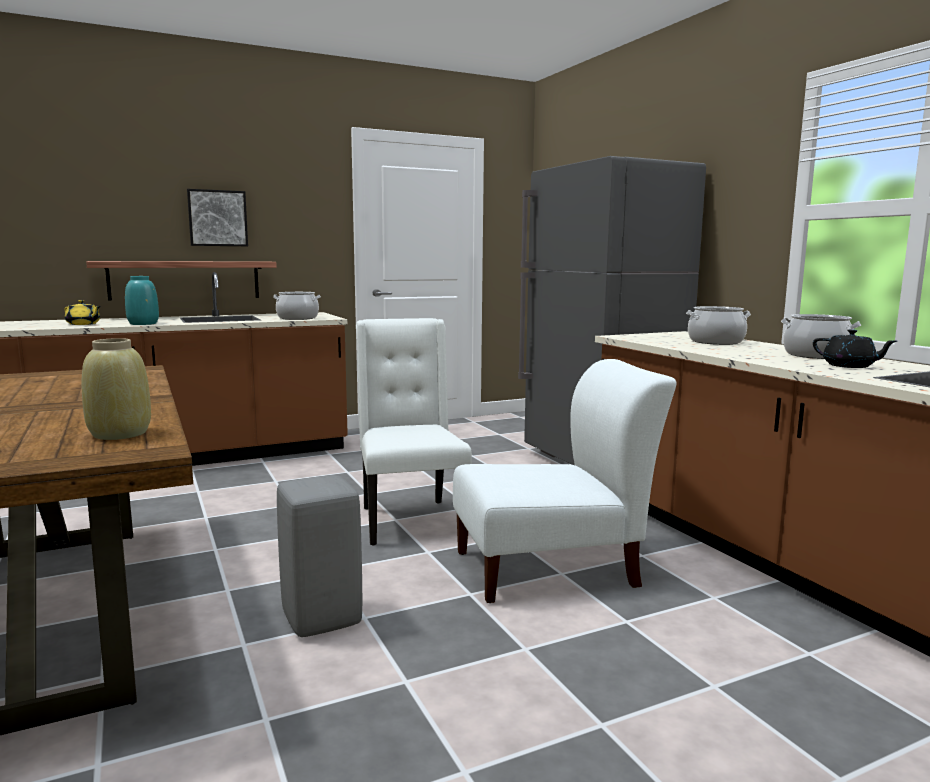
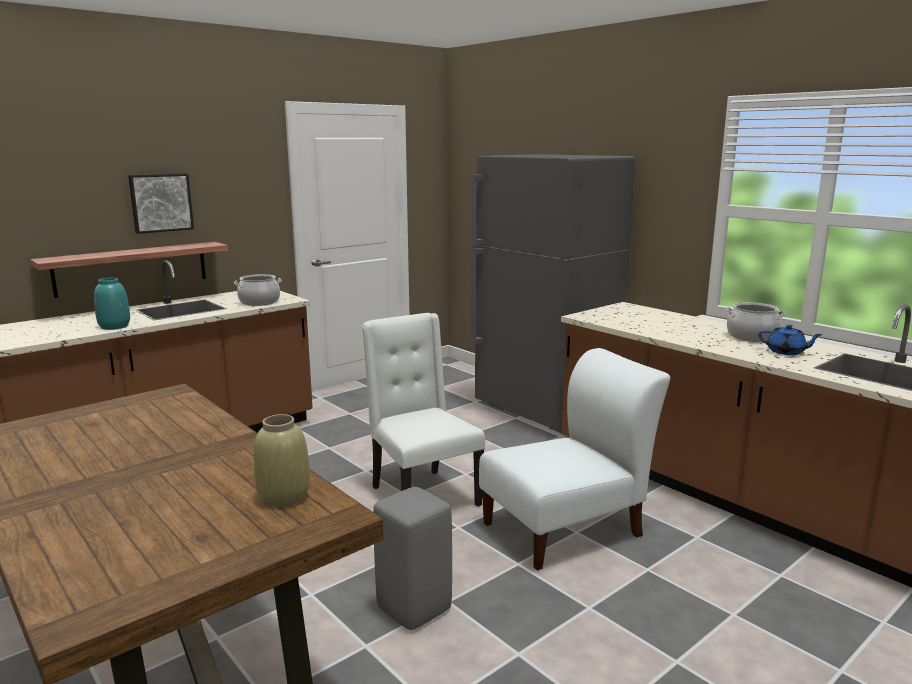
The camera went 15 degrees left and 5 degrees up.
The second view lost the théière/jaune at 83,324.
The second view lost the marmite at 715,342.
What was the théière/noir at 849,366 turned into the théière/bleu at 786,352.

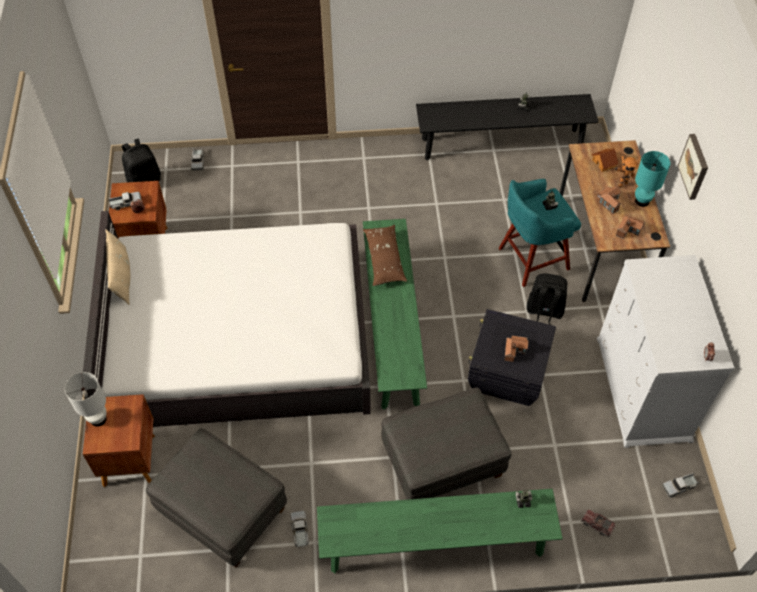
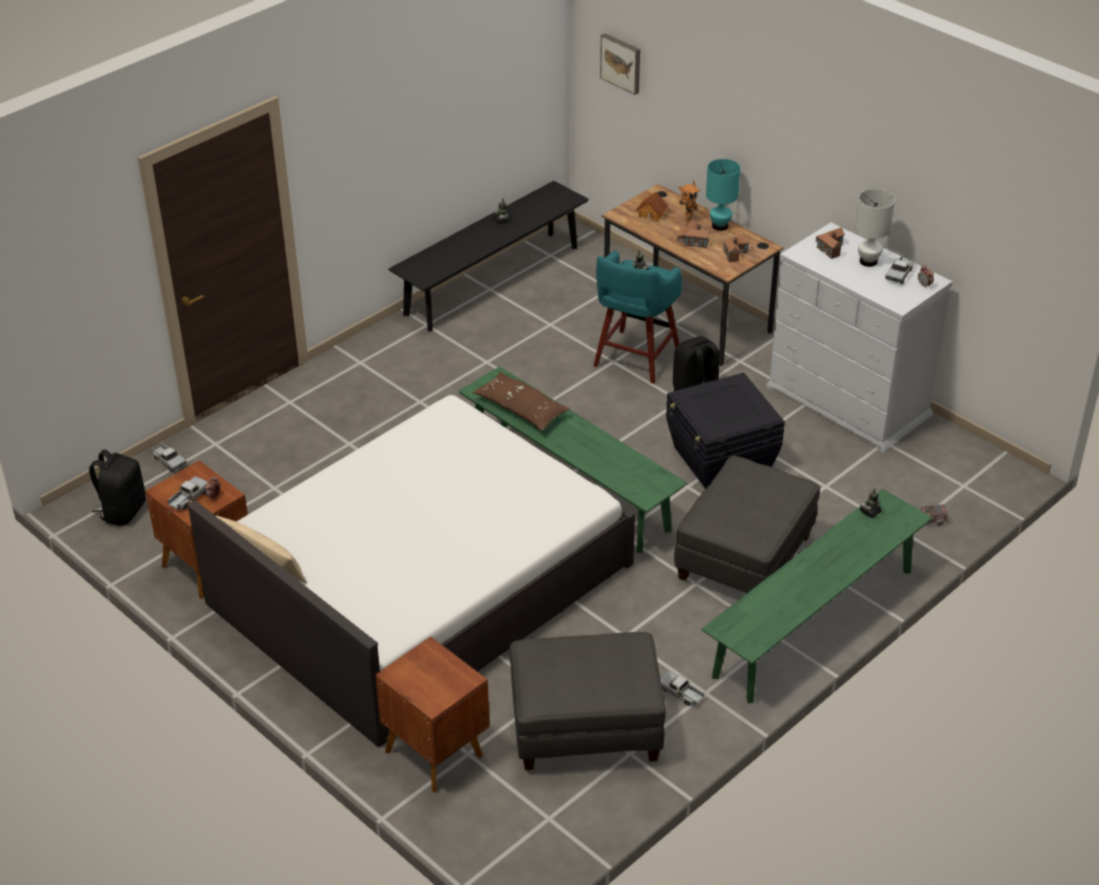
The camera went 40 degrees left and 15 degrees down.
The tableau ended up elsewhere, having gone from 695,166 to 622,63.
The maison miniature ended up elsewhere, having gone from 515,350 to 830,247.
The lampe de table/blanc ended up elsewhere, having gone from 98,419 to 868,261.
The camion jouet ended up elsewhere, having gone from 679,486 to 899,274.

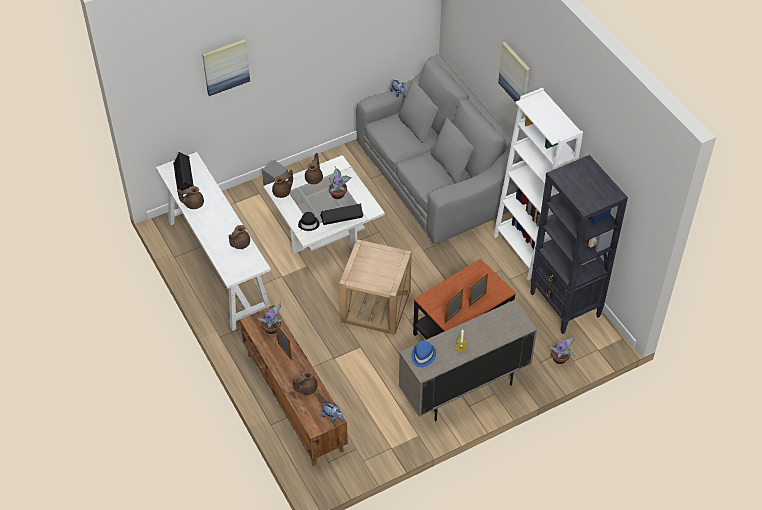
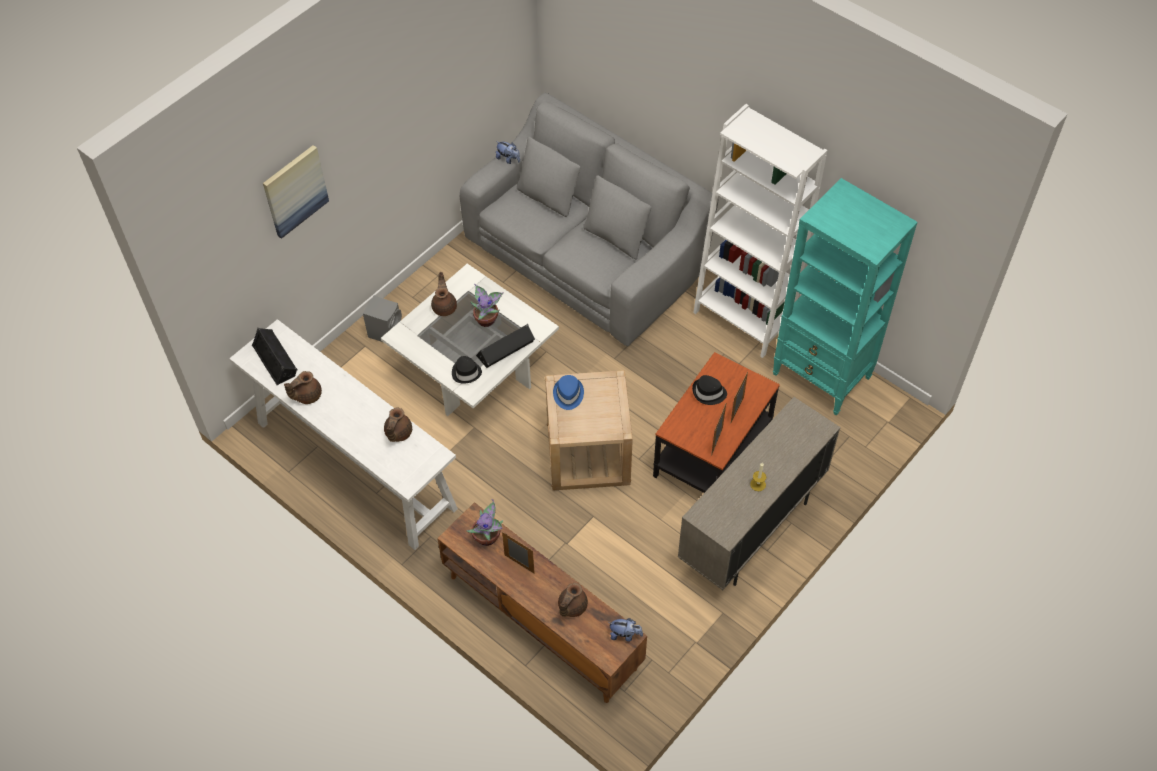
The camera went 20 degrees left and 5 degrees up.
The second view lost the tableau at 515,75.
What was the bibliothèque/noir at 565,305 turned into the bibliothèque/turquoise at 822,376.
The second view lost the théière/marron at 282,192.
The second view lost the plante en pot at 560,359.
The chapeau/bleu ended up elsewhere, having gone from 422,356 to 568,394.
The second view gained the chapeau/noir at 709,393.

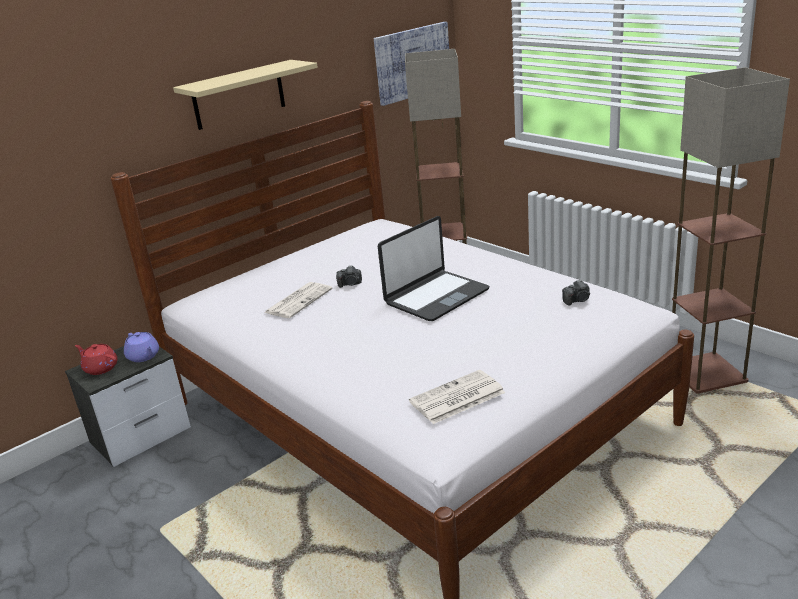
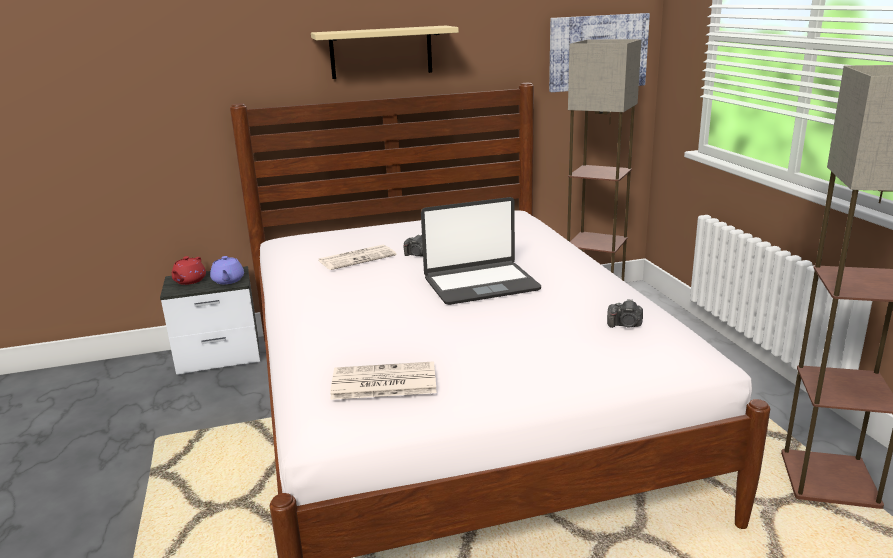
The camera went 25 degrees right and 5 degrees down.
The théière/rouge at 100,368 ended up facing another way, 135 degrees counterclockwise from before.

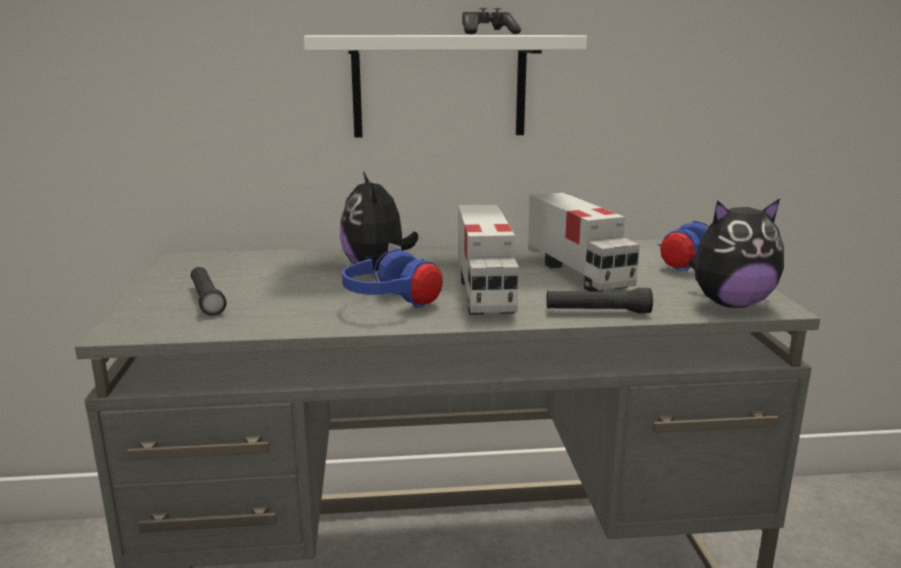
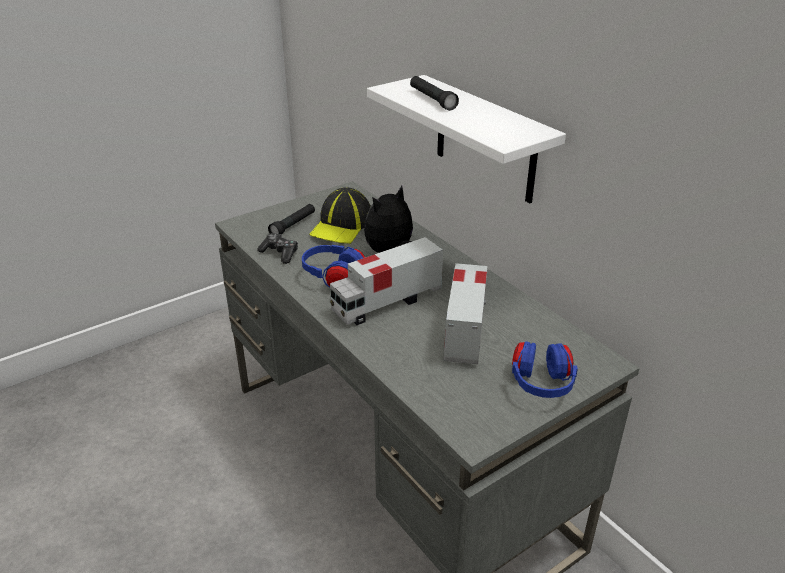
The camera went 60 degrees right and 15 degrees up.
The manette ended up elsewhere, having gone from 488,34 to 280,253.
The camion jouet at 578,272 ended up facing another way, 150 degrees clockwise from before.
The second view lost the peluche at 730,303.
The lampe de poche/noir ended up elsewhere, having gone from 597,311 to 432,99.
The second view gained the casquette at 342,225.

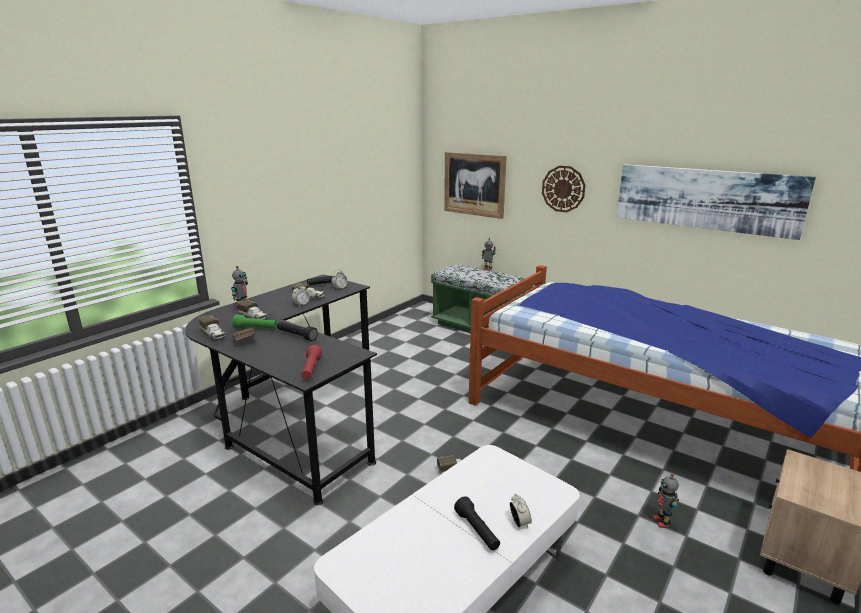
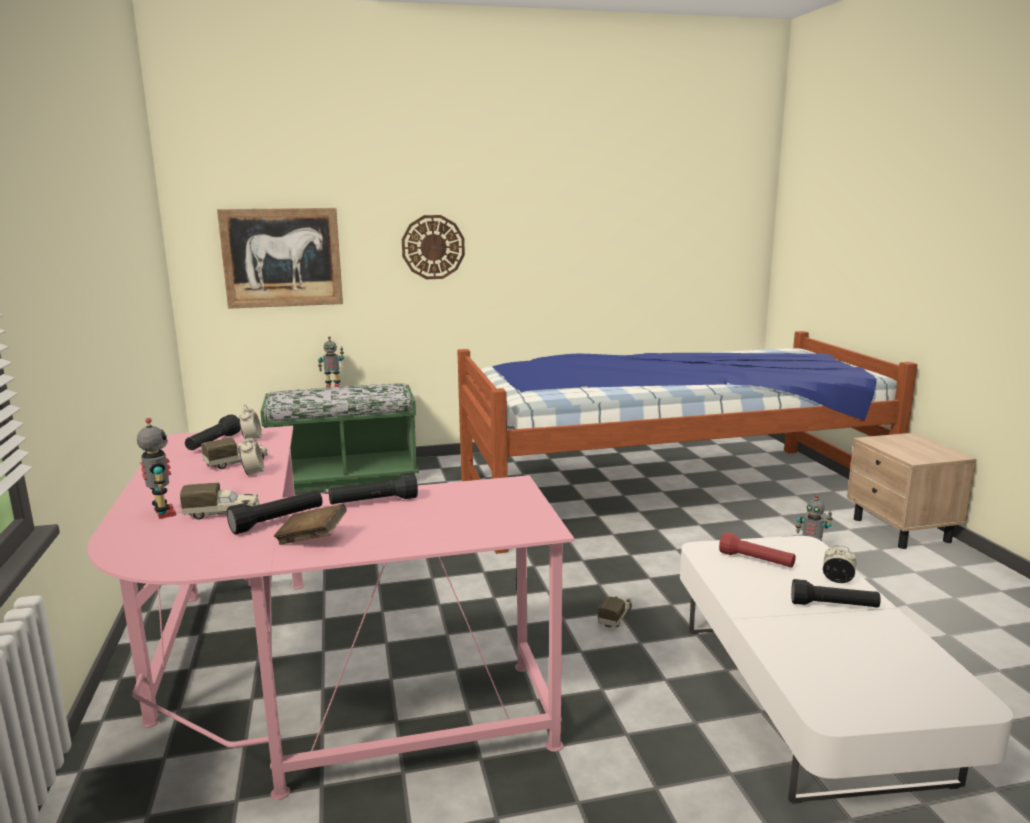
The camera went 50 degrees left and 5 degrees down.
The second view lost the tableau at 706,199.
What was the bureau/noir at 294,416 turned into the bureau/rose at 304,690.
What was the lampe de poche/vert at 256,328 turned into the lampe de poche/noir at 278,521.
The second view lost the camion jouet at 213,335.
The lampe de poche/rouge ended up elsewhere, having gone from 311,369 to 756,561.

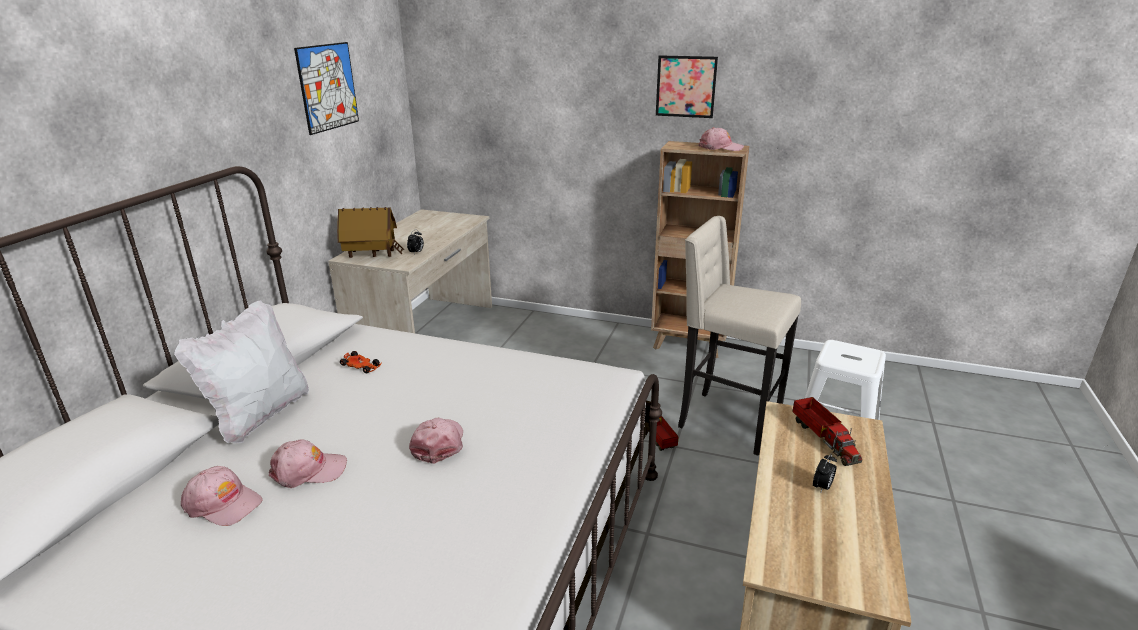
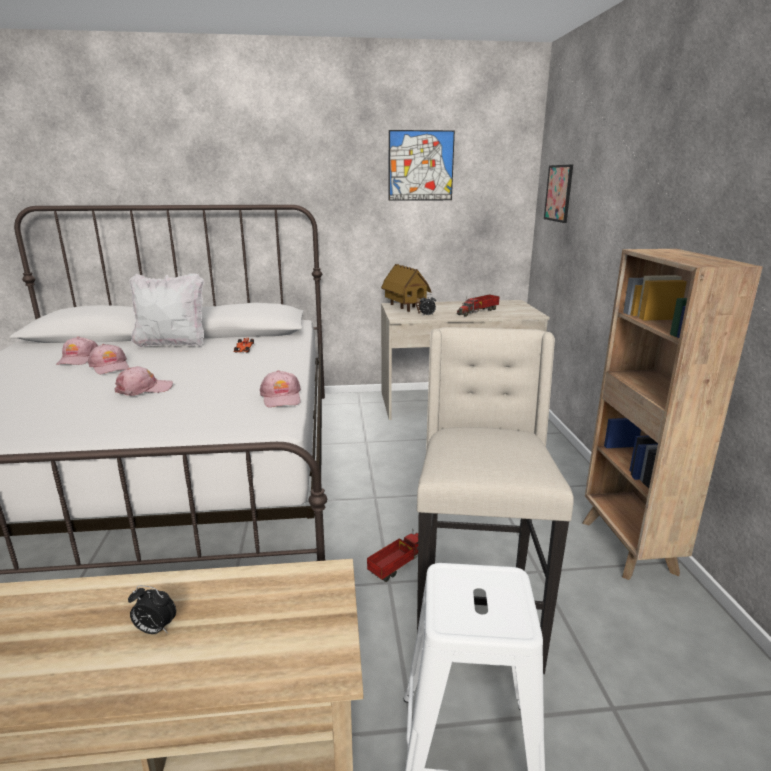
The camera went 65 degrees right and 5 degrees down.
The tableau ended up elsewhere, having gone from 686,86 to 558,193.
The casquette/rose ended up elsewhere, having gone from 720,148 to 281,397.
The camion jouet ended up elsewhere, having gone from 824,438 to 478,311.

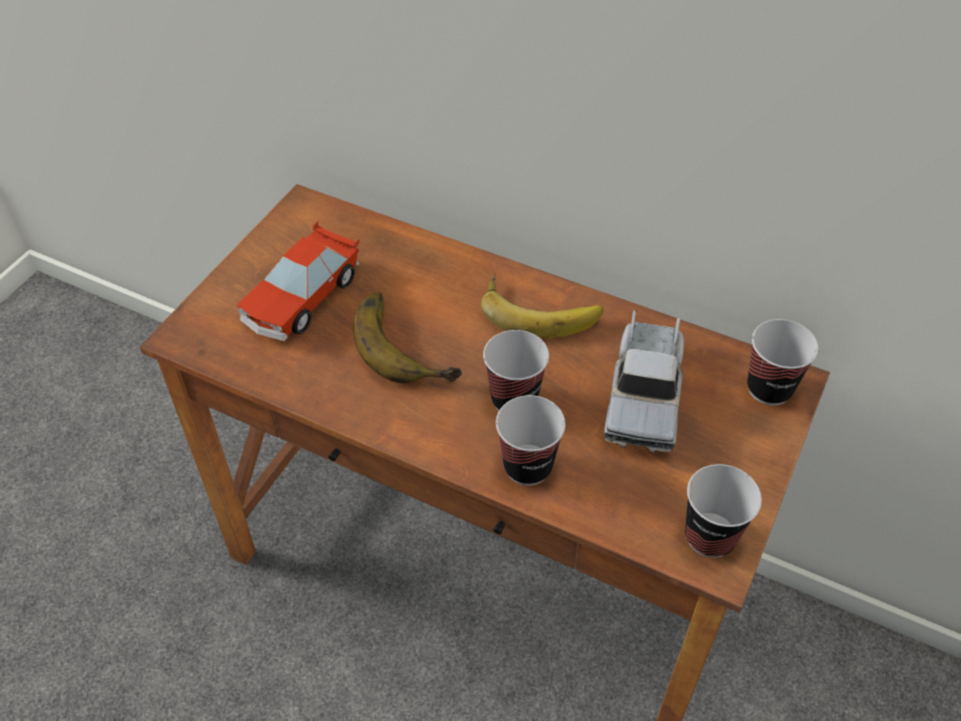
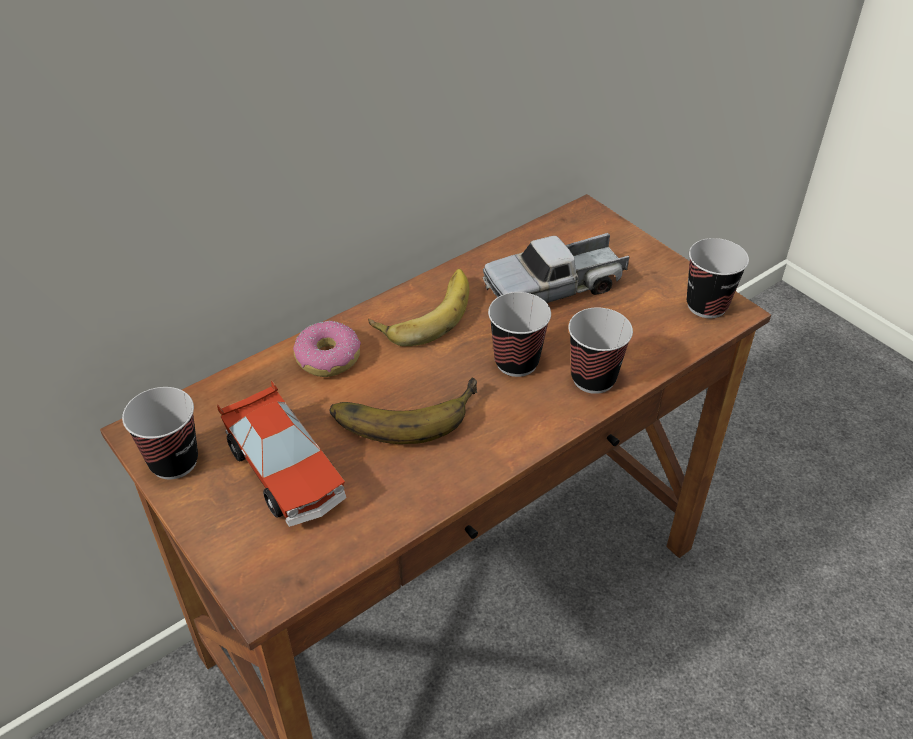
The camera went 65 degrees left and 5 degrees down.
The camion jouet at 644,394 ended up facing another way, 120 degrees clockwise from before.
The tasse ended up elsewhere, having gone from 769,388 to 174,461.
The second view gained the beignet at 327,357.

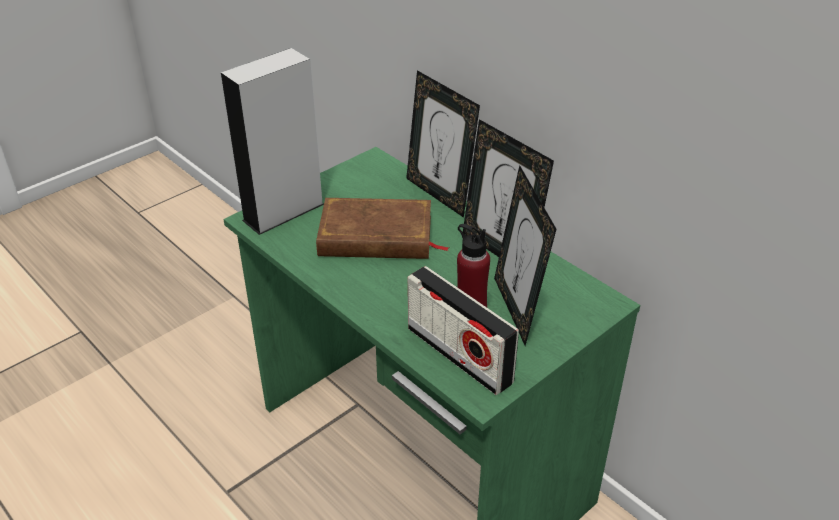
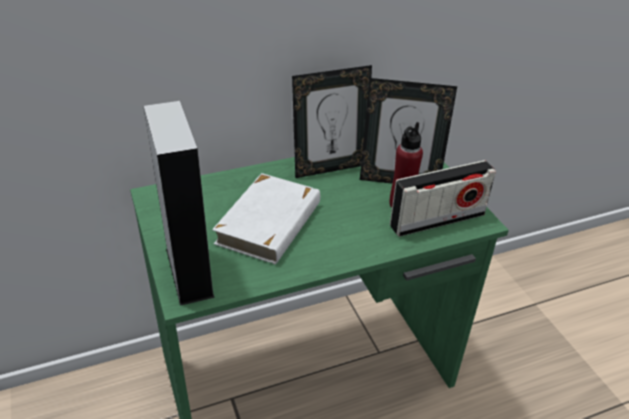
The camera went 70 degrees left and 0 degrees up.
The second view lost the cadre photo at 439,194.
What was the livre/marron at 376,236 turned into the livre/blanc at 270,223.

